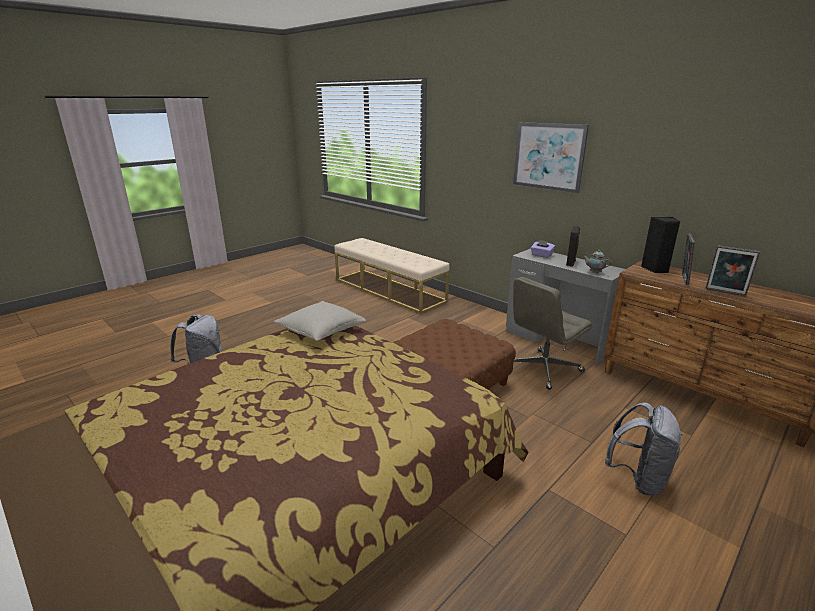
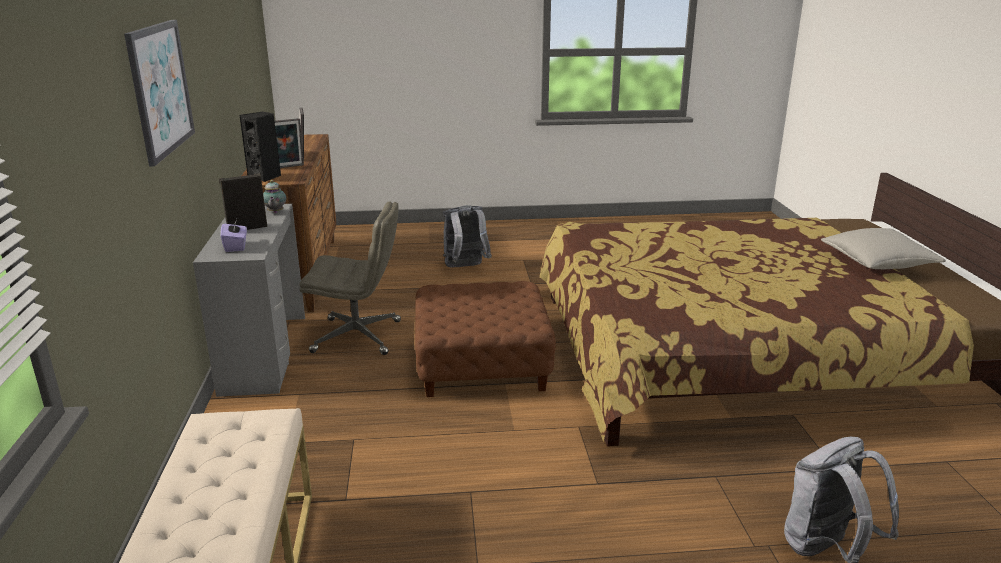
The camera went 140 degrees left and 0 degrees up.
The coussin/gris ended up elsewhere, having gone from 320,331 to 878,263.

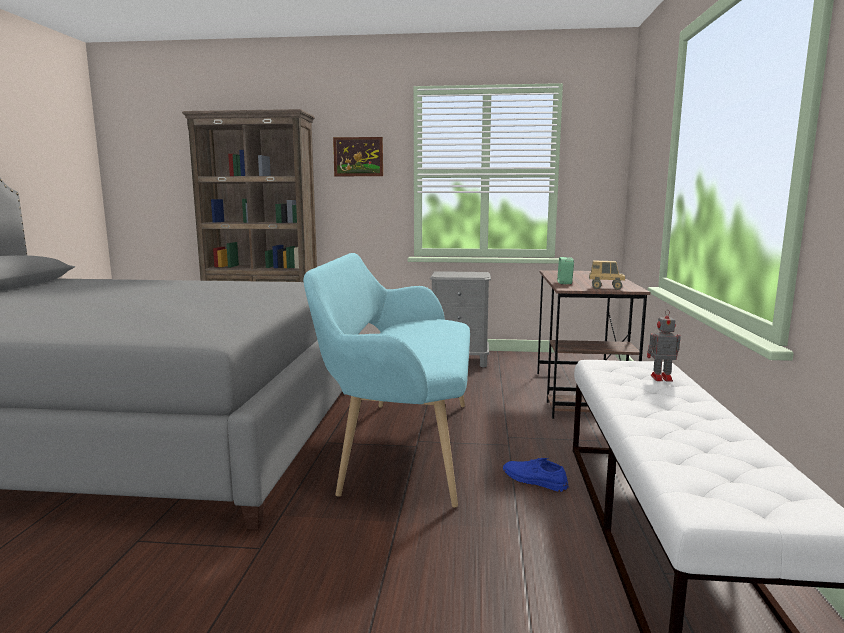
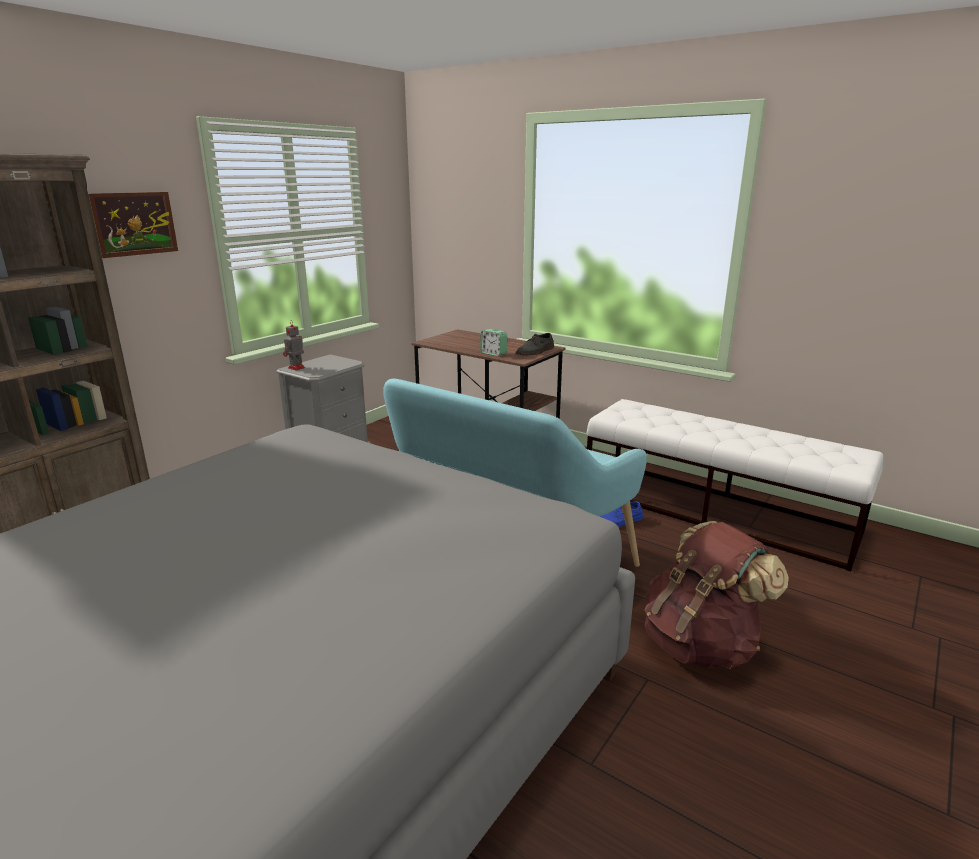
The camera went 60 degrees left and 10 degrees up.
Where the camion jouet stood at 606,288, the chaussure/gris came to stand at 535,351.
The robot jouet ended up elsewhere, having gone from 660,378 to 295,368.
The second view gained the sac à dos/marron at 700,644.

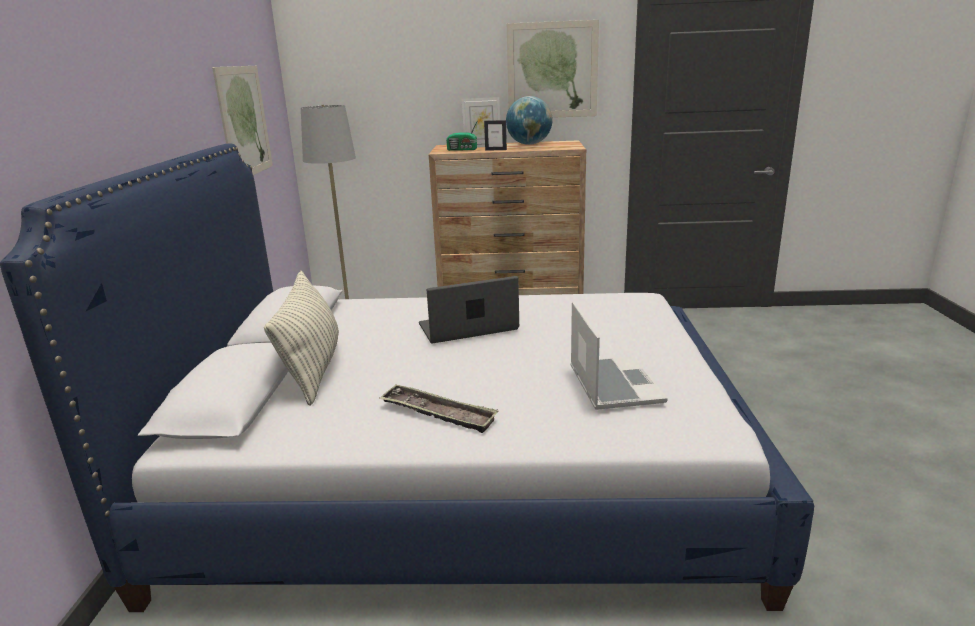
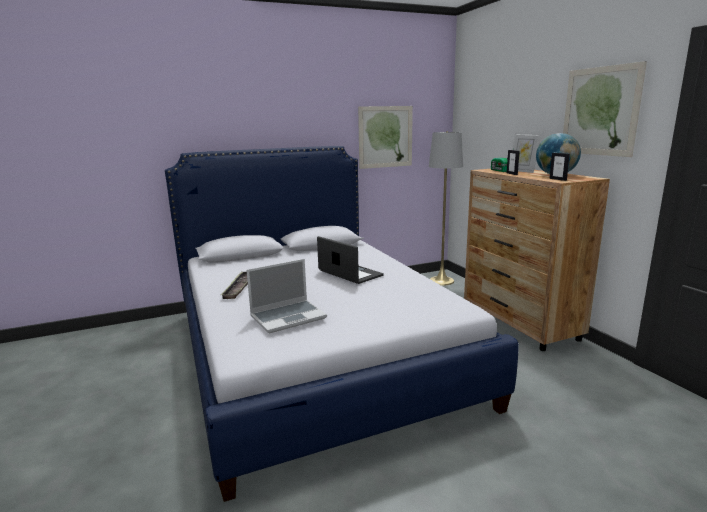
The camera went 65 degrees right and 5 degrees down.
The second view lost the coussin at 313,368.
The second view gained the cadre photo at 558,179.

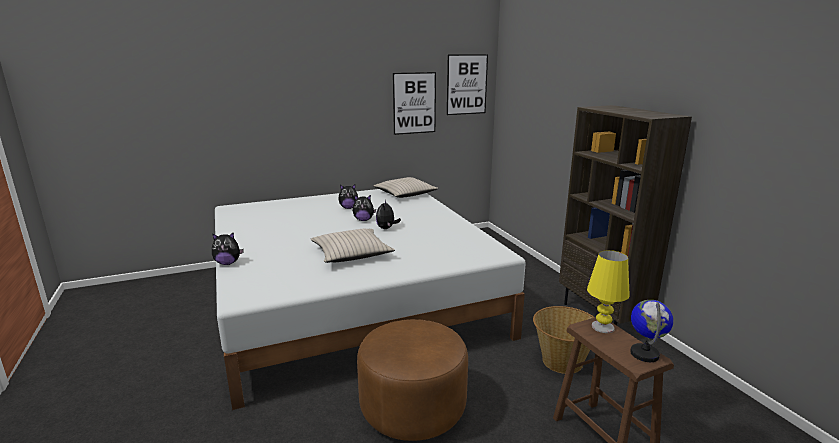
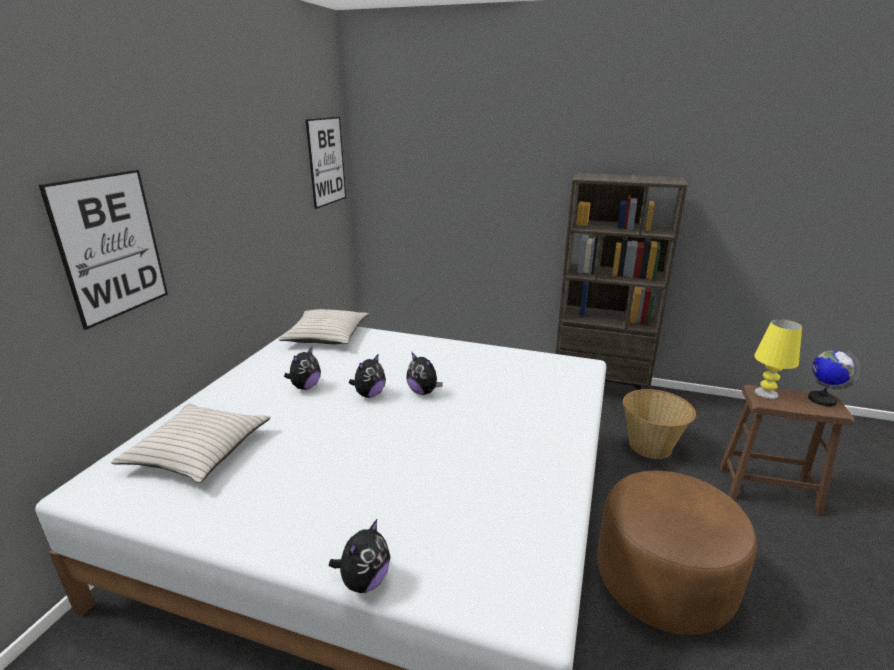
The camera went 50 degrees left and 5 degrees up.
The tableau ended up elsewhere, having gone from 414,103 to 110,247.
The coussin/beige ended up elsewhere, having gone from 351,253 to 198,451.

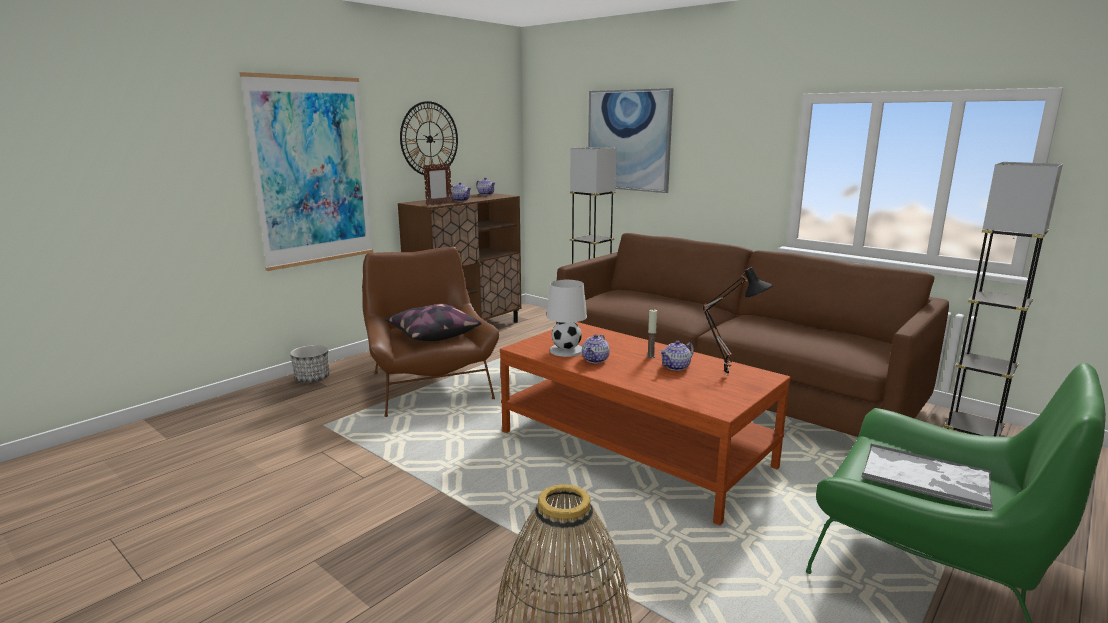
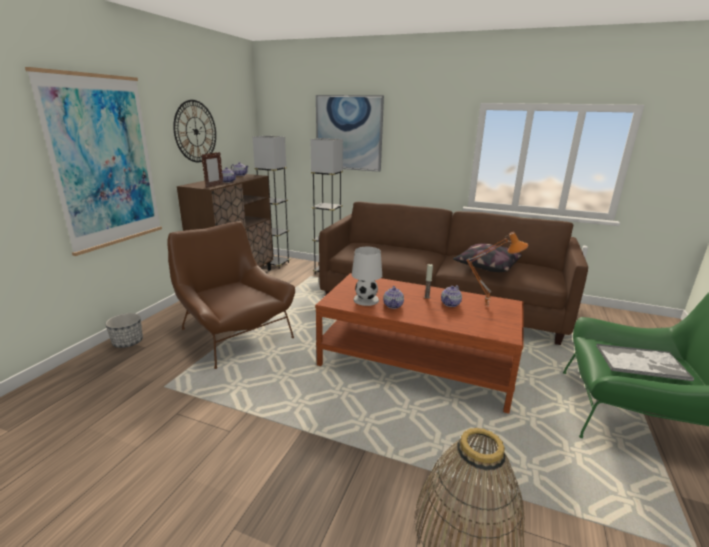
The camera went 20 degrees left and 5 degrees up.
The lampadaire/gris ended up elsewhere, having gone from 973,432 to 276,264.
What was the lampe de table/noir at 728,375 turned into the lampe de table/orange at 487,305.
The coussin ended up elsewhere, having gone from 432,335 to 486,267.

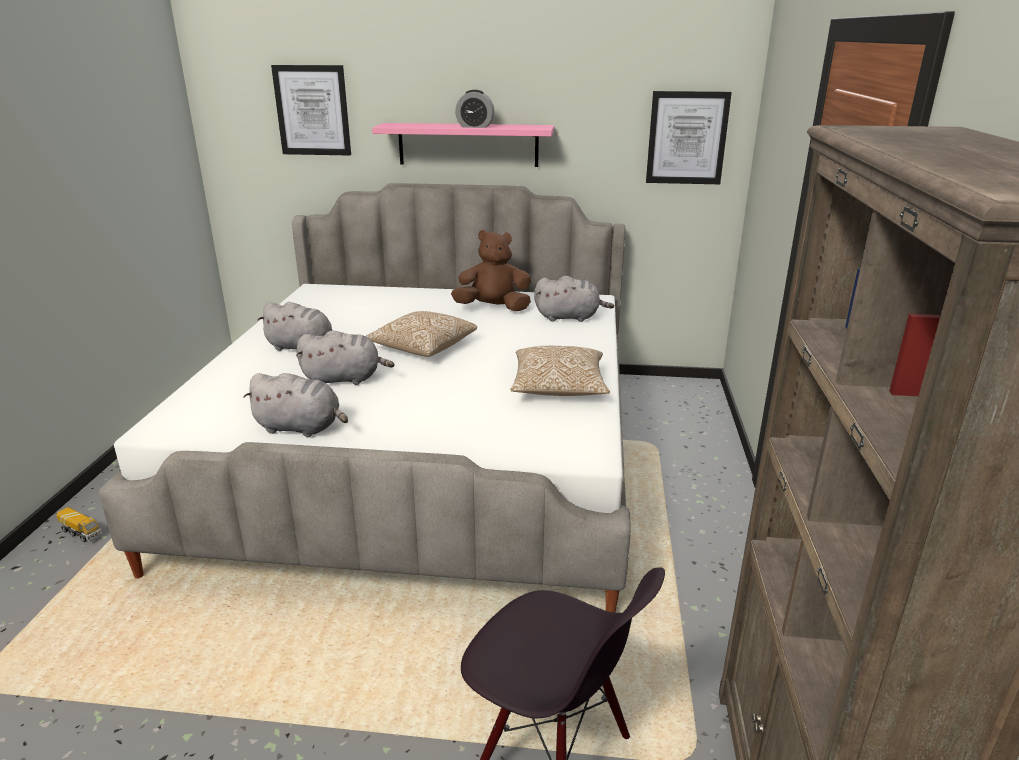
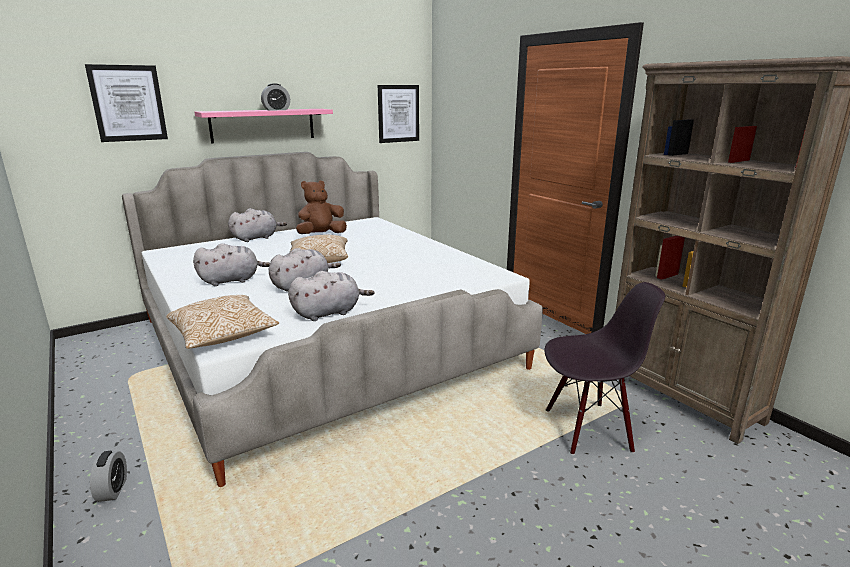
The camera went 40 degrees left and 5 degrees down.
The peluche/gris ended up elsewhere, having gone from 570,317 to 256,238.
The coussin ended up elsewhere, having gone from 558,388 to 223,336.
Where the camion jouet stood at 82,533, the réveil came to stand at 112,490.

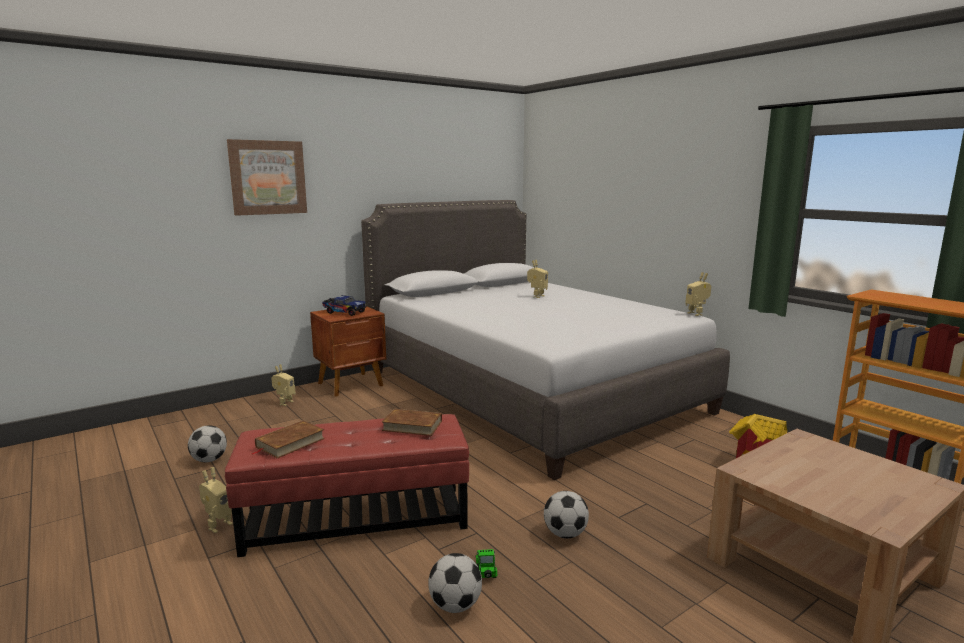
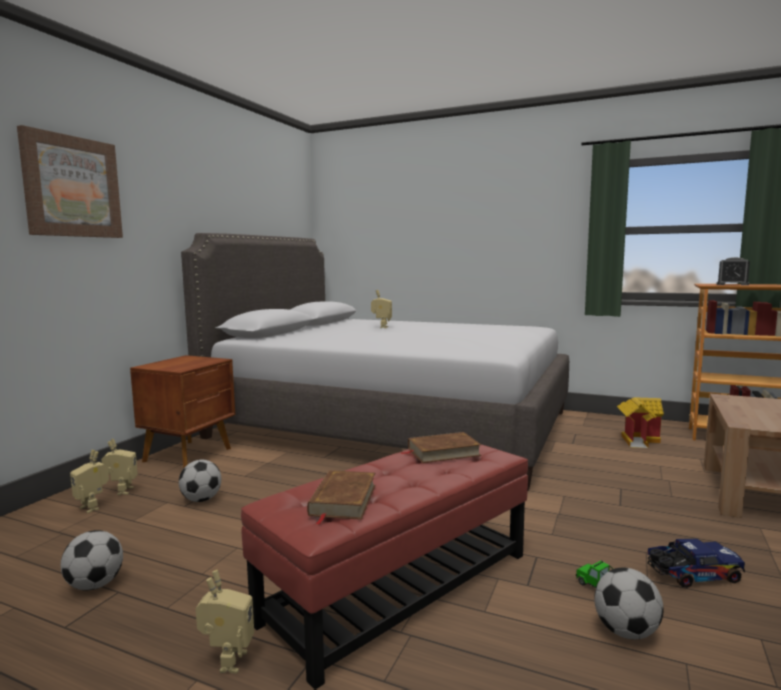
The camera went 30 degrees left and 5 degrees down.
The robot jouet ended up elsewhere, having gone from 696,314 to 93,507.
The camion jouet ended up elsewhere, having gone from 344,312 to 691,575.
The ballon de foot ended up elsewhere, having gone from 565,534 to 201,499.
The second view gained the réveil at 732,284.

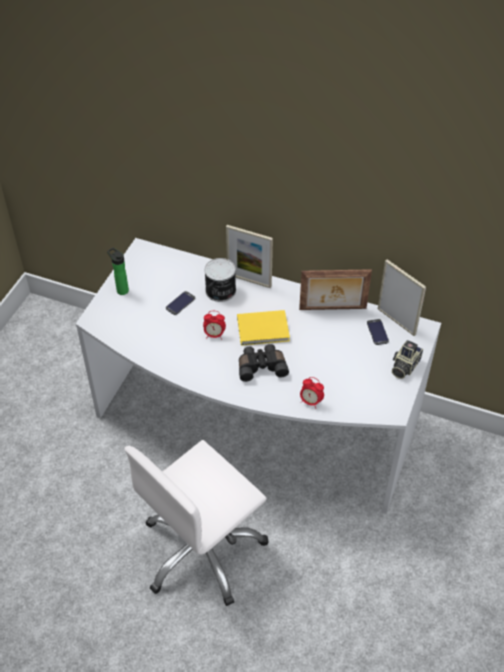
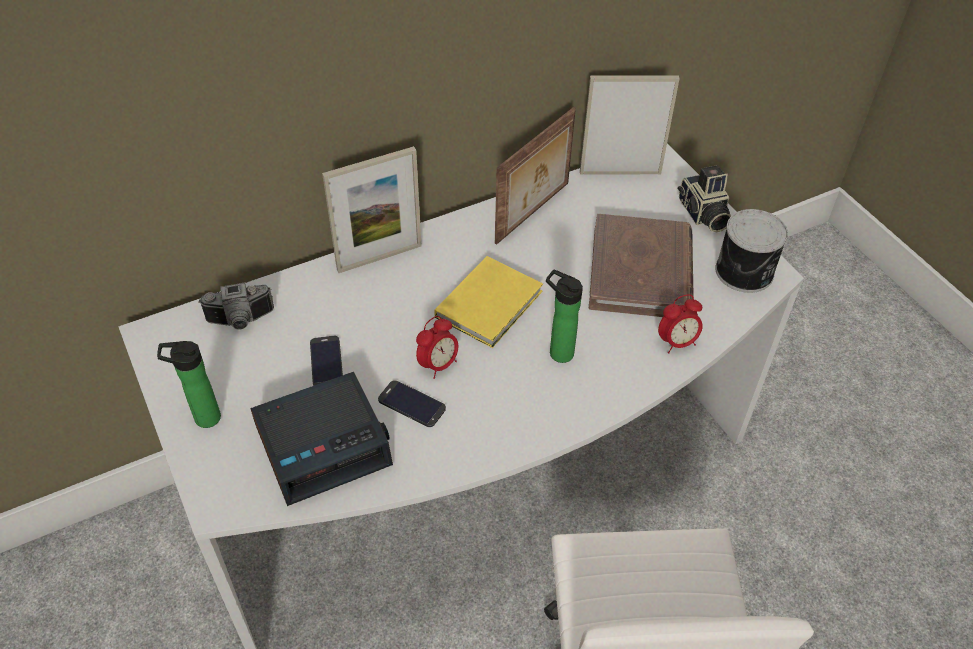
The camera went 50 degrees left and 0 degrees up.
The boîte métallique ended up elsewhere, having gone from 220,291 to 745,272.
The téléphone ended up elsewhere, having gone from 377,332 to 411,404.
Where the jumelles/noir stood at 261,366, the bouteille came to stand at 558,352.
The second view gained the livre/marron at 641,271.
The second view gained the appareil photo at 241,321.
The second view gained the réveil at 324,444.

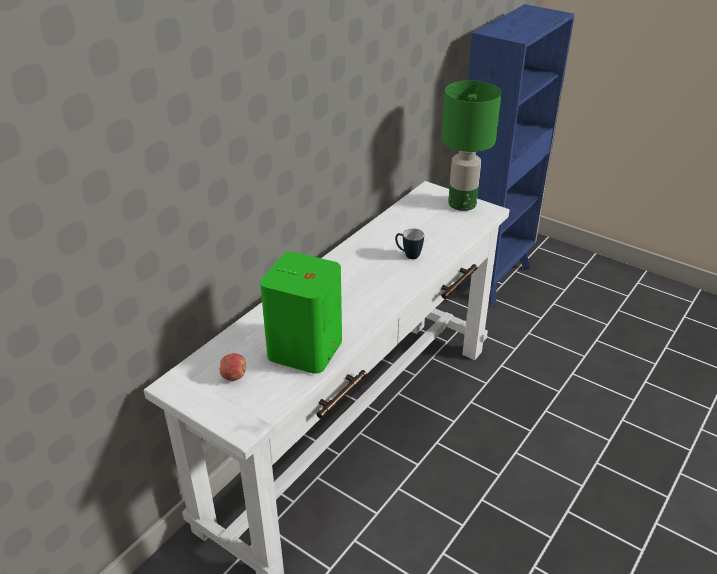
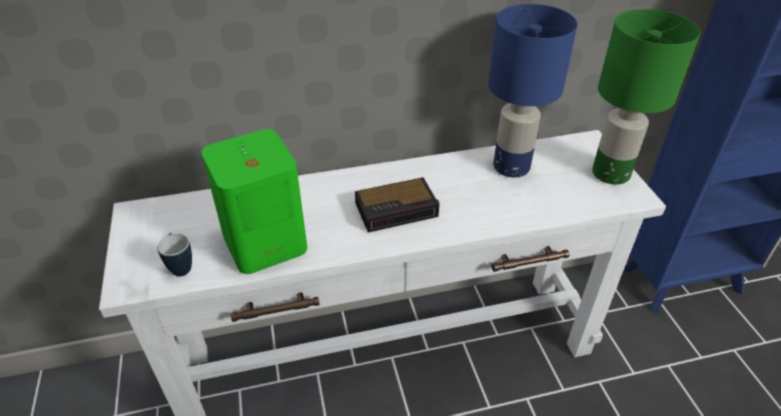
The camera went 40 degrees right and 5 degrees up.
The mug ended up elsewhere, having gone from 408,255 to 180,266.
The second view lost the pomme at 234,376.
The second view gained the lampe de table/bleu at 512,167.
The second view gained the réveil at 398,209.

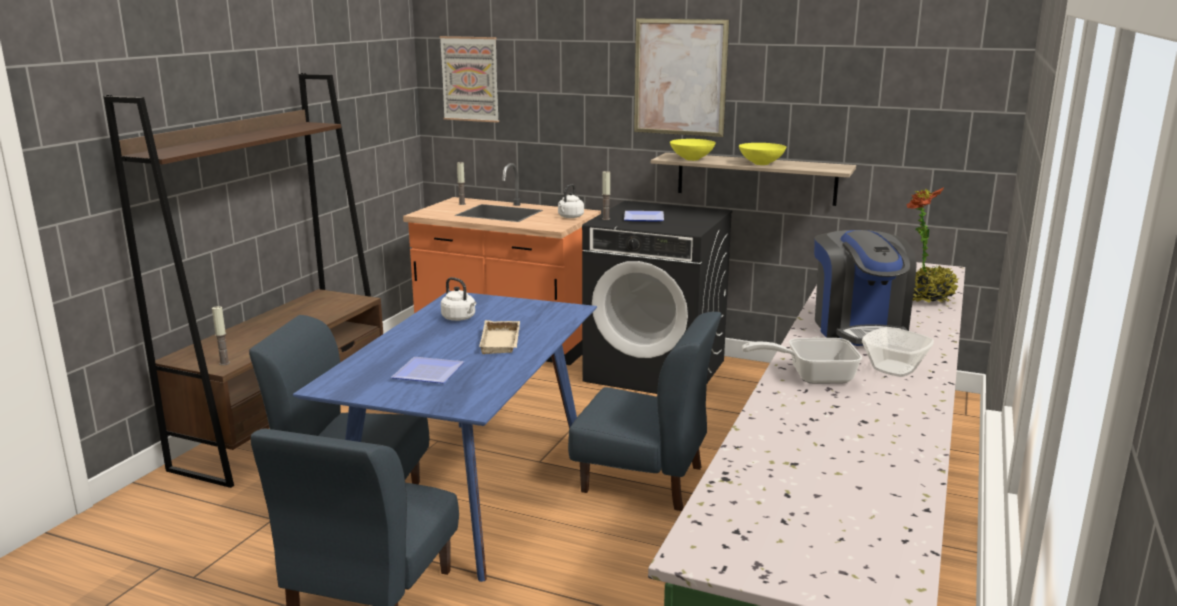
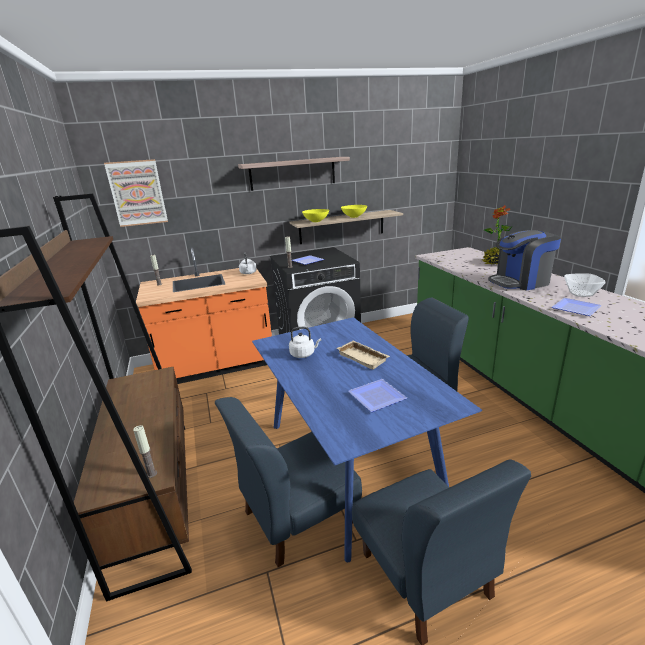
The camera went 40 degrees left and 5 degrees up.
Where the tableau hung at 680,77, the étagère came to hang at 293,173.
The machine à café at 859,328 ended up facing another way, 120 degrees clockwise from before.
Where the poêle stood at 811,376, the assiette came to stand at 574,309.

